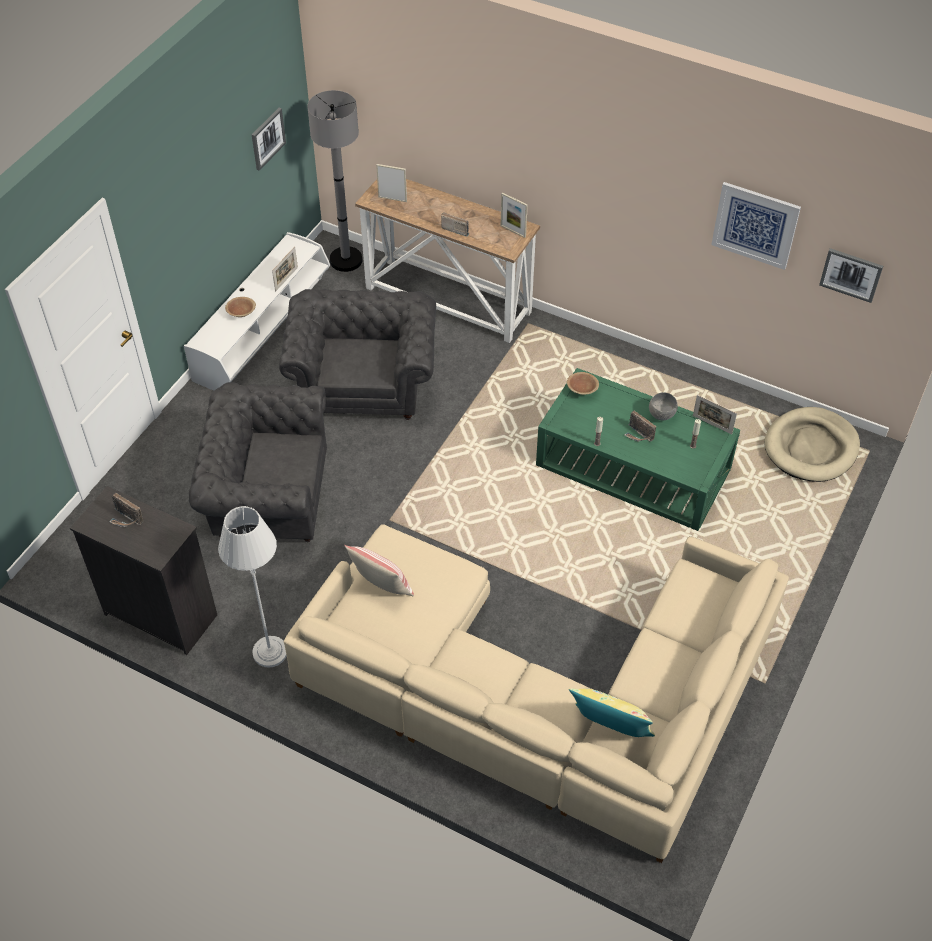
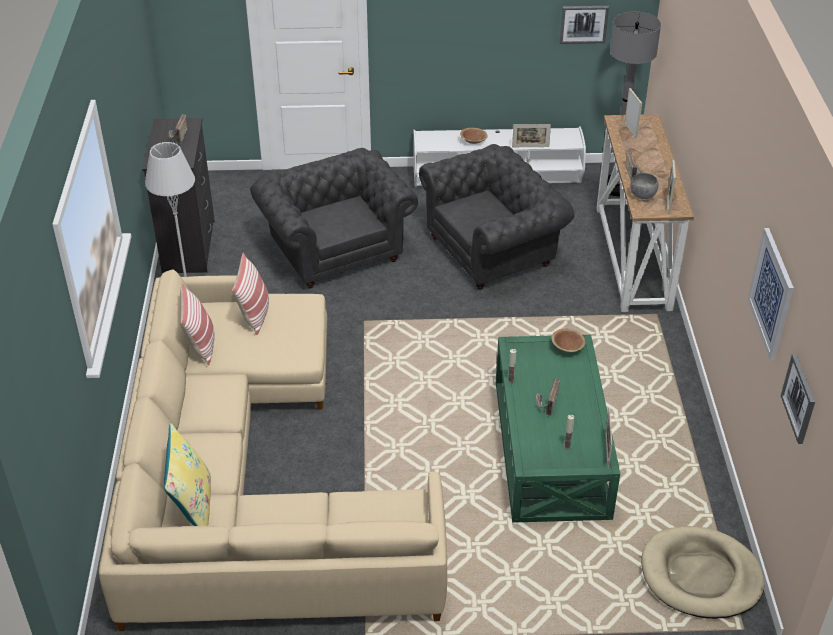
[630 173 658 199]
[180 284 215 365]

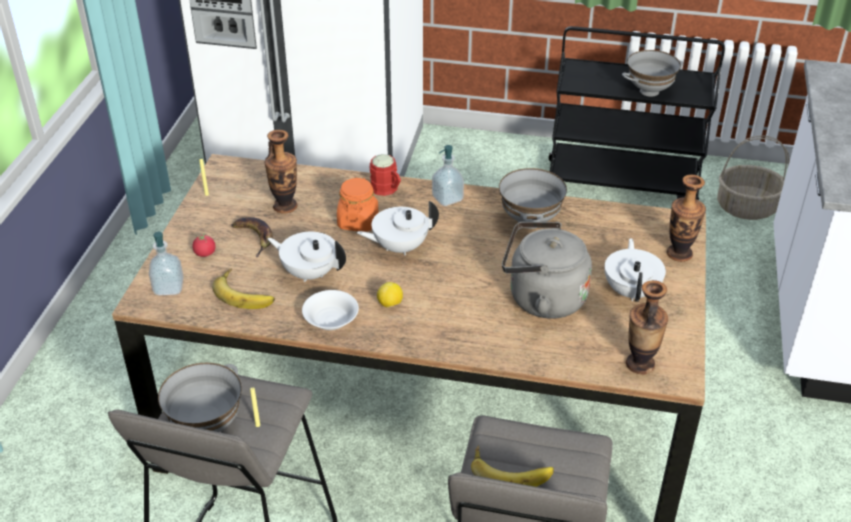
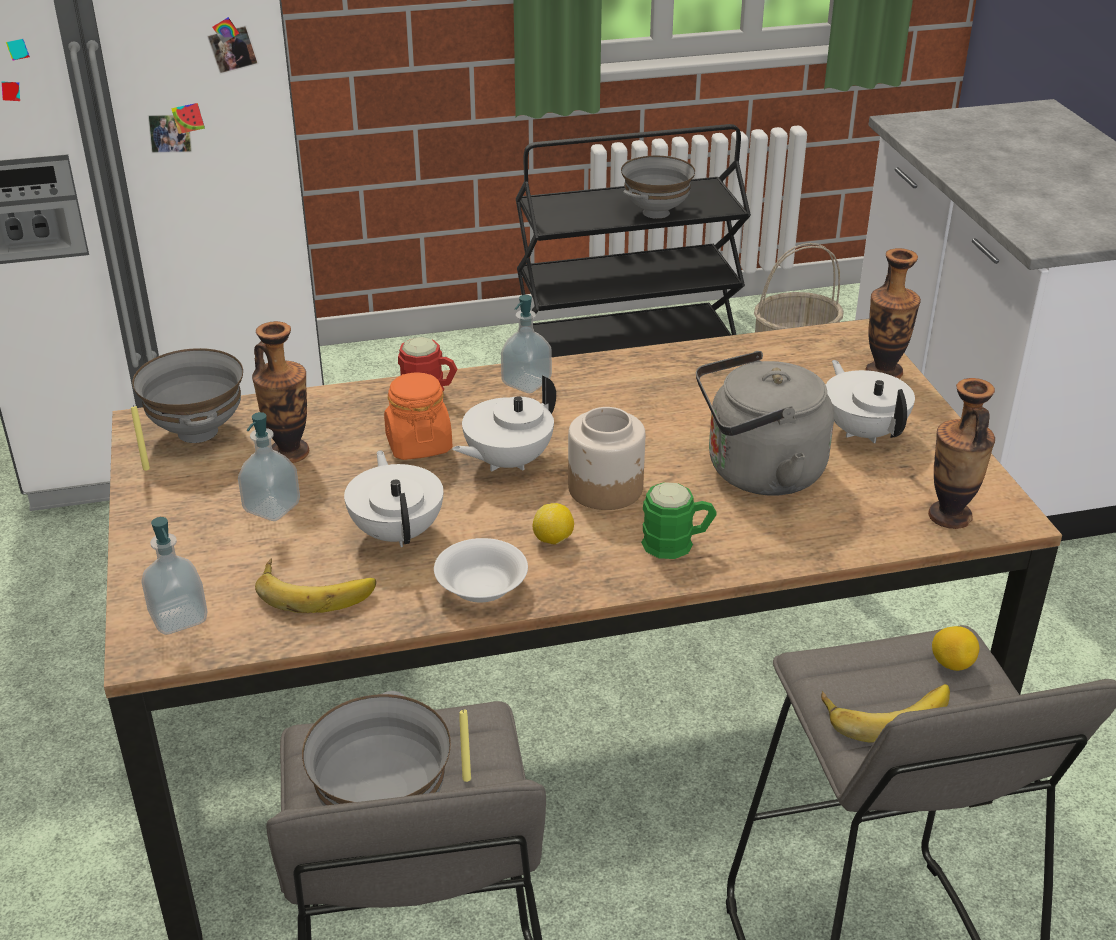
[132 348 243 443]
[238 412 300 521]
[344 450 443 547]
[192 233 216 257] (first image)
[568 407 645 510]
[641 483 717 559]
[932 626 979 671]

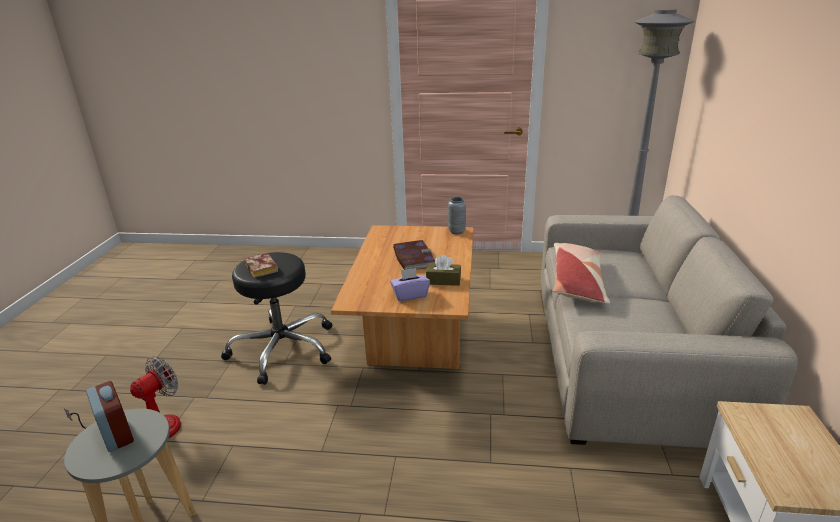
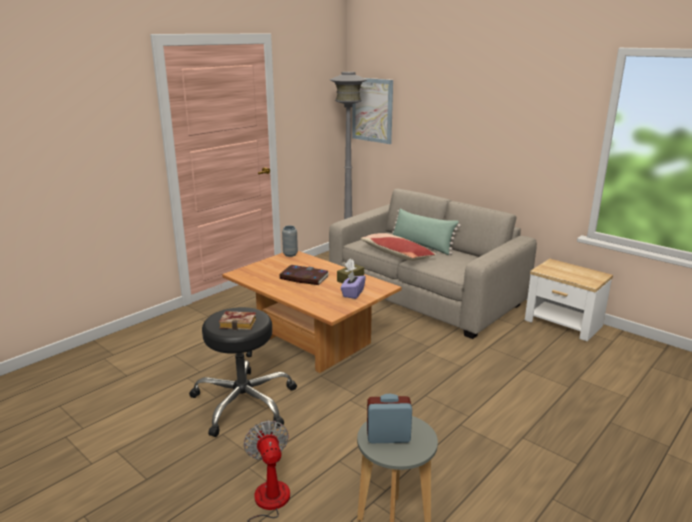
[352 78 393 144]
[392 208 461 255]

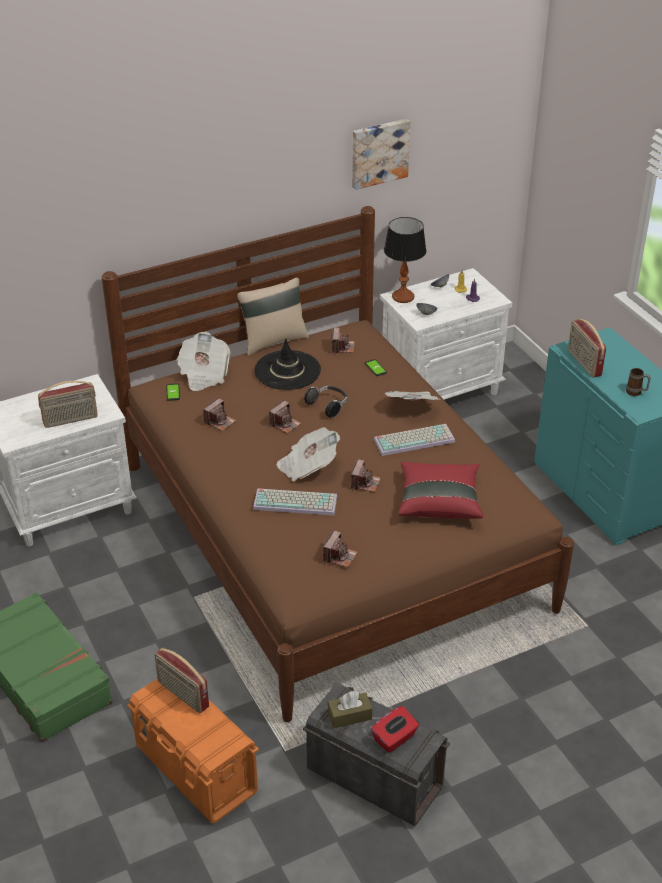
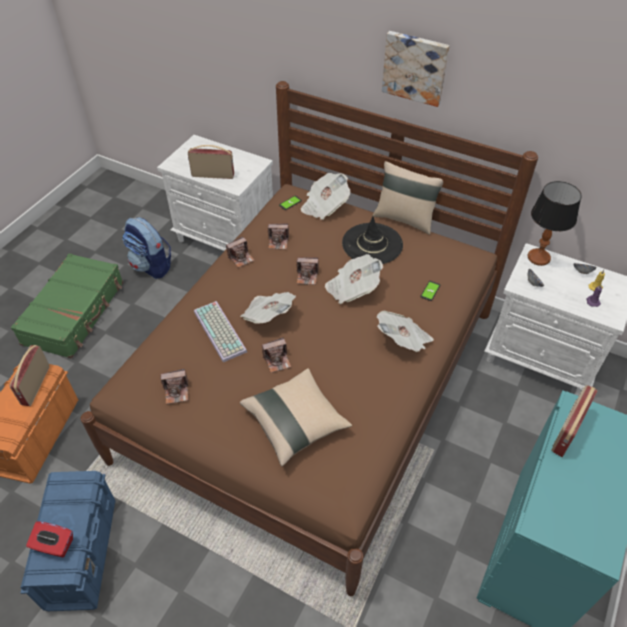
[382 31 450 107]
[226 237 255 268]
[626 368 651 396] (first image)
[188 145 234 179]
[325 254 383 304]
[374 424 455 456] (first image)
[240 368 352 466]
[21 471 115 611]
[328 691 373 728] (first image)
[122 217 171 279]

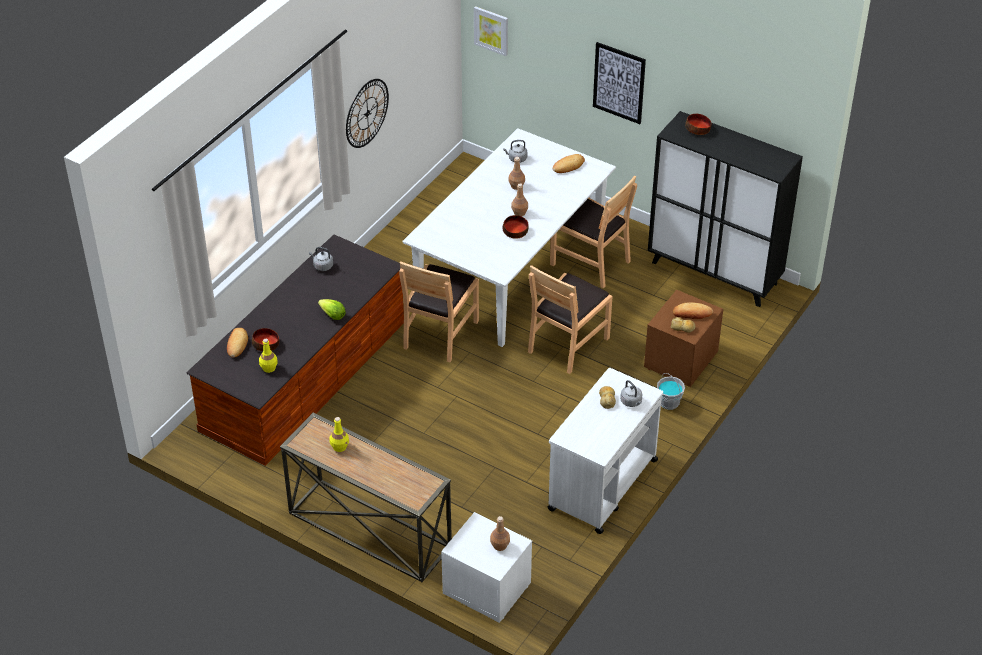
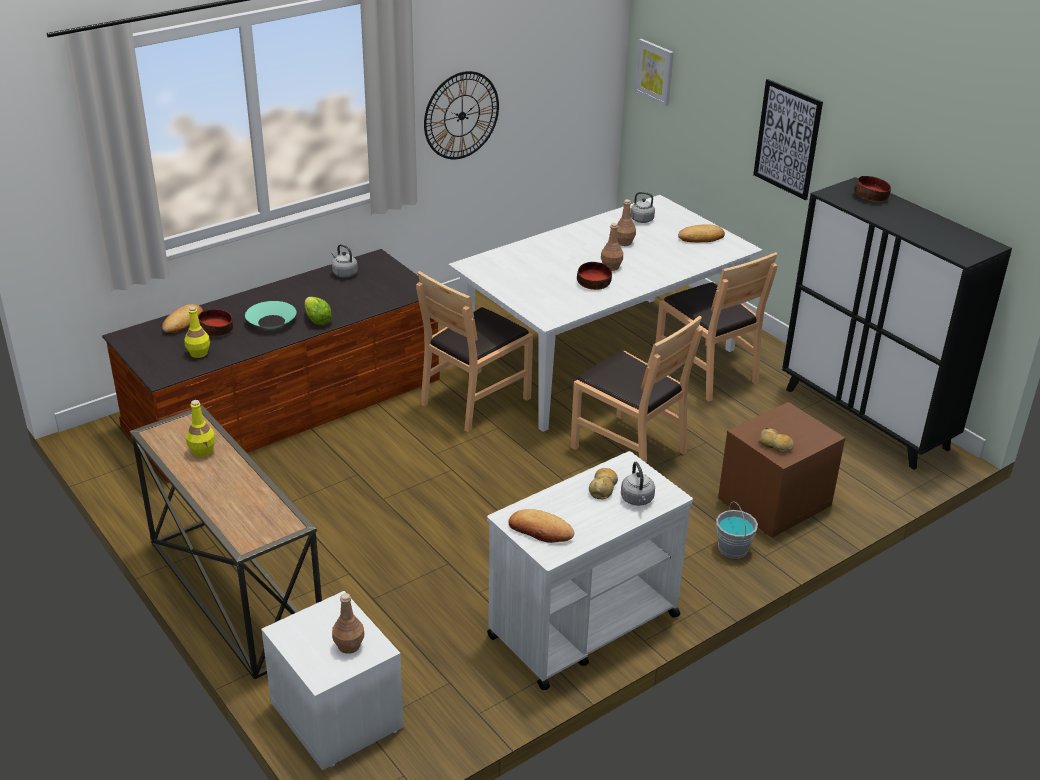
[570 316 703 463]
[508 509 574 543]
[245 301 297 329]

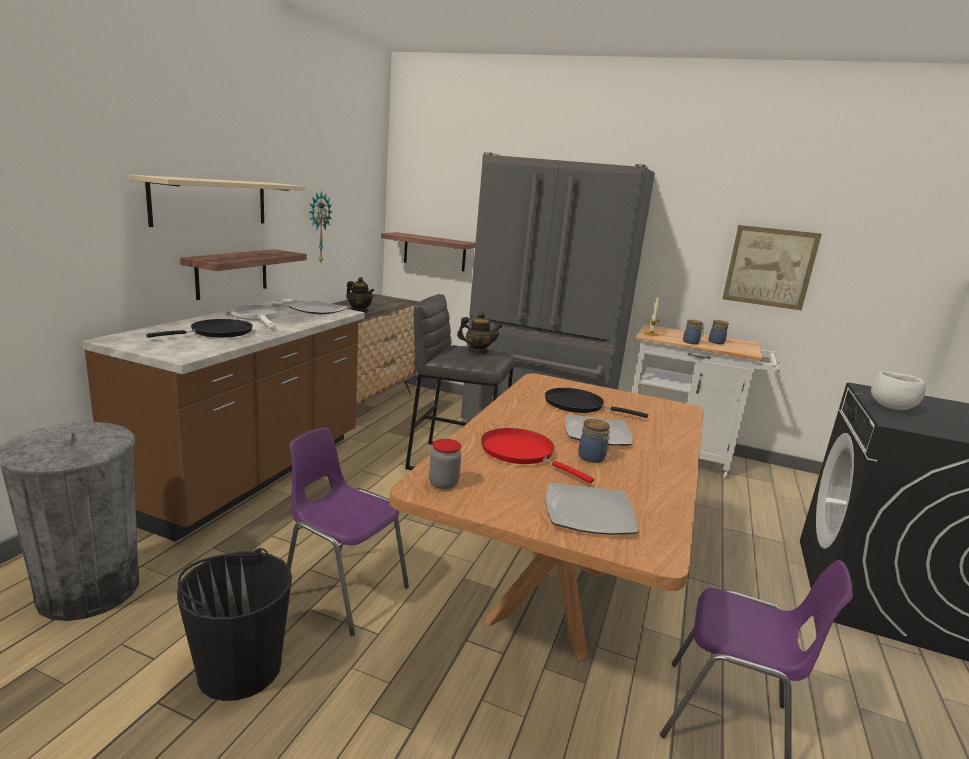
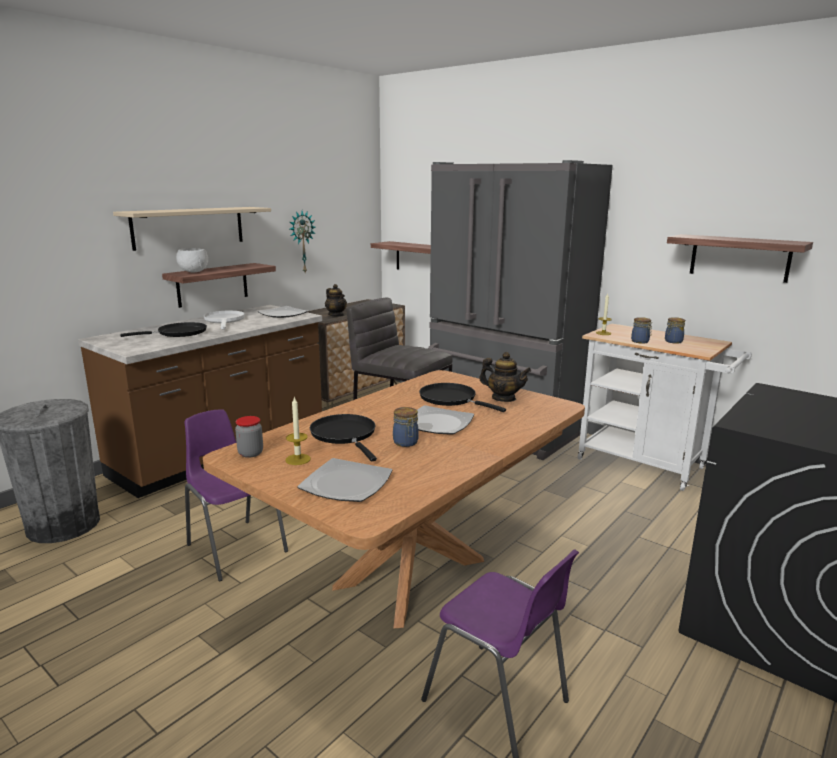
[667 234 813 283]
[479 352 531 402]
[176 248 208 272]
[310 414 377 461]
[177 548 292 701] (first image)
[285 396 311 465]

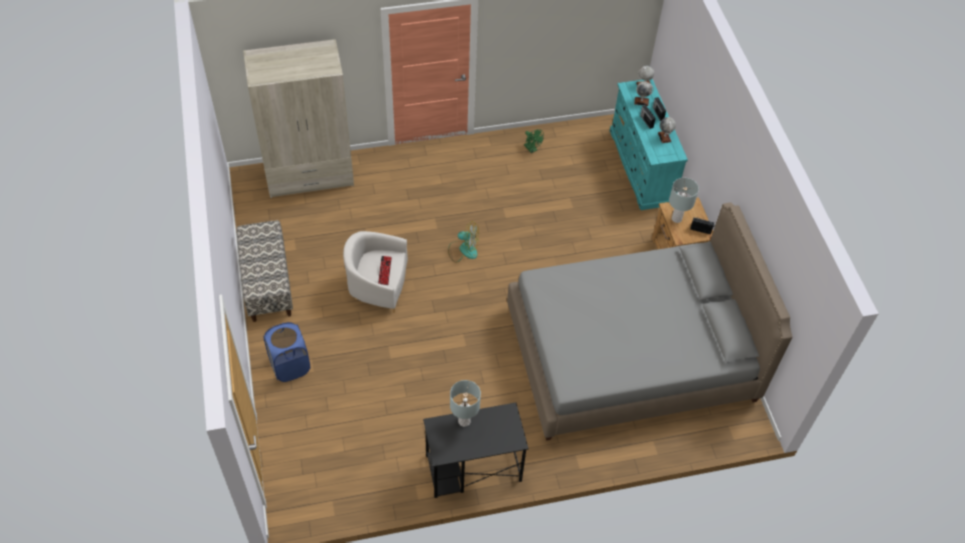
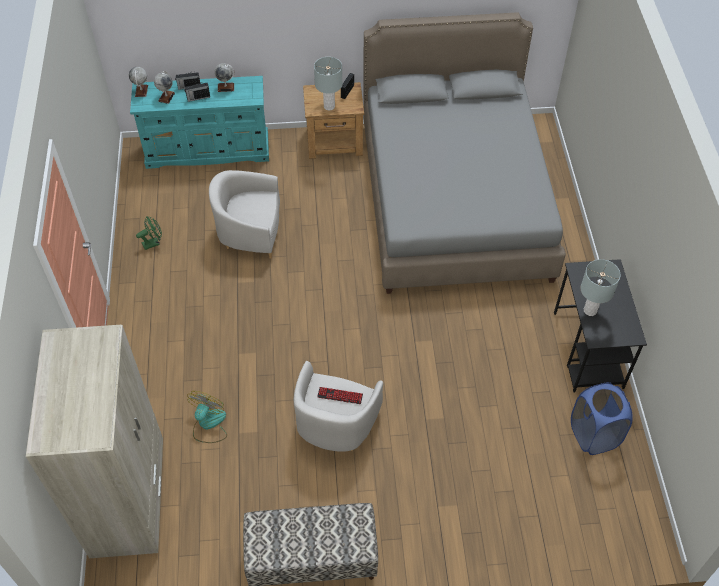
[187 391 227 443]
[571 382 633 455]
[209 170 280 259]

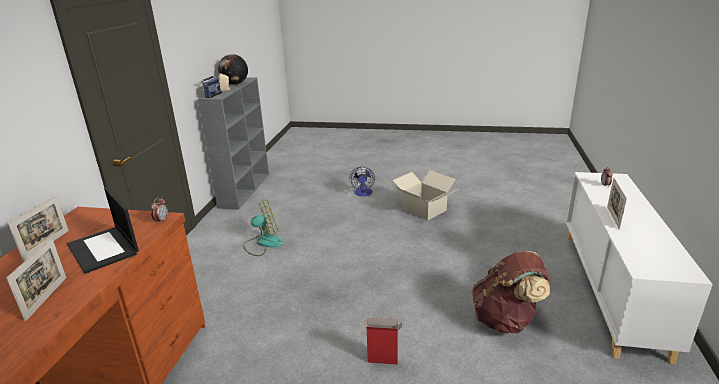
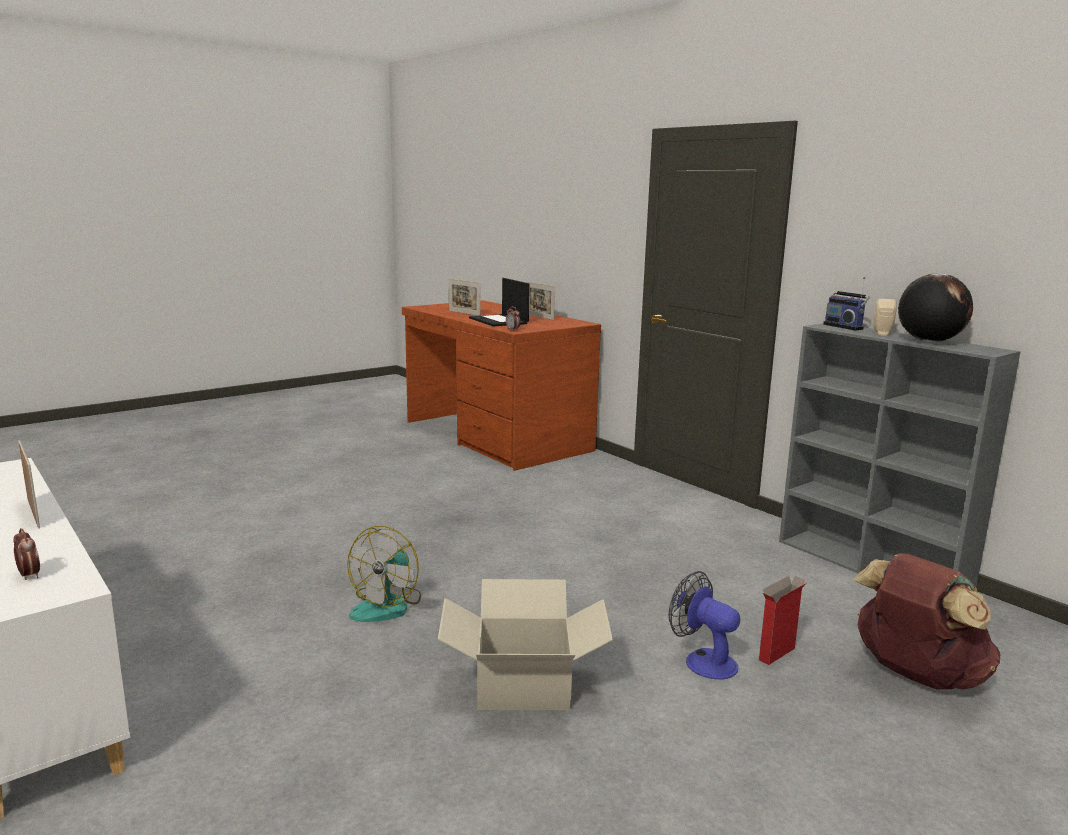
[469 278 530 327]
[347 526 421 622]
[853 554 1000 689]
[759 576 806 665]

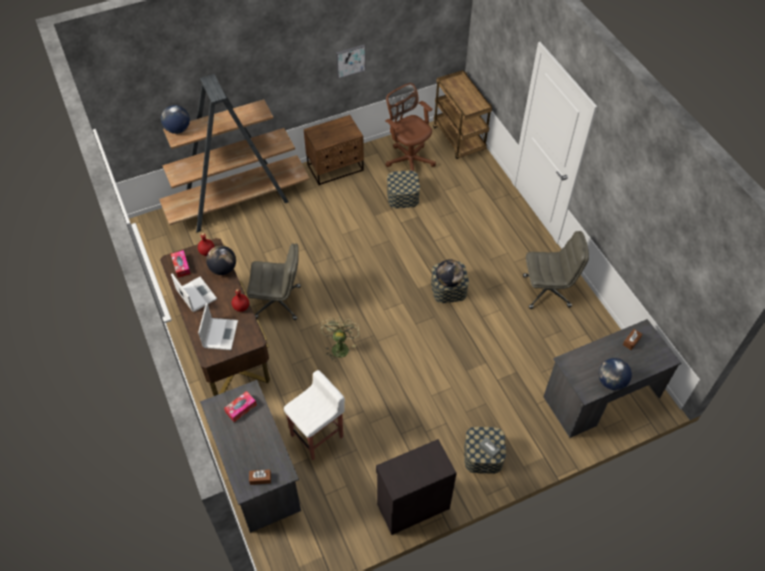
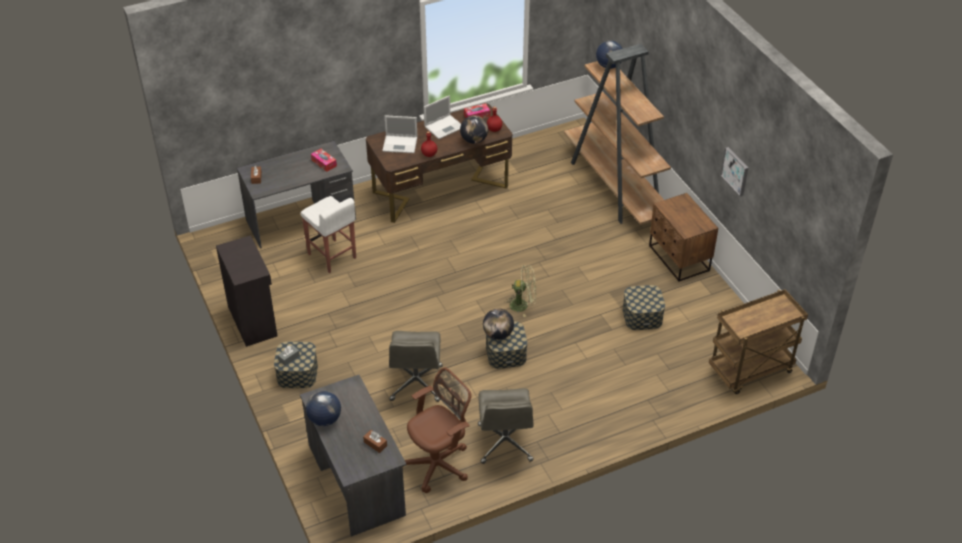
[405 367 472 493]
[389 331 442 402]
[504 265 536 317]

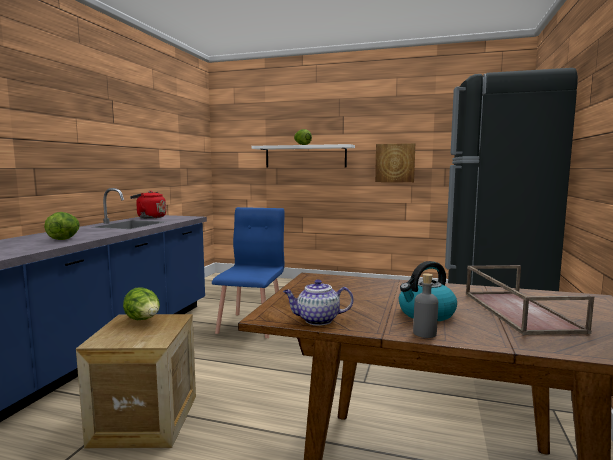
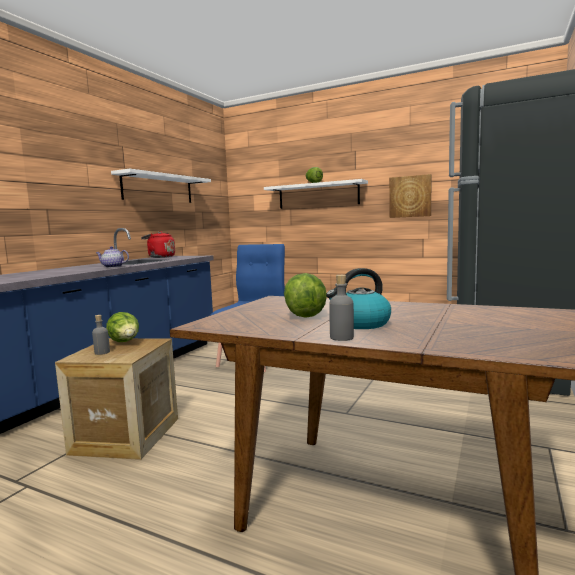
[284 273 327 318]
[466 265 594 335] (first image)
[96 246 129 268]
[111 169 211 203]
[92 315 110 355]

